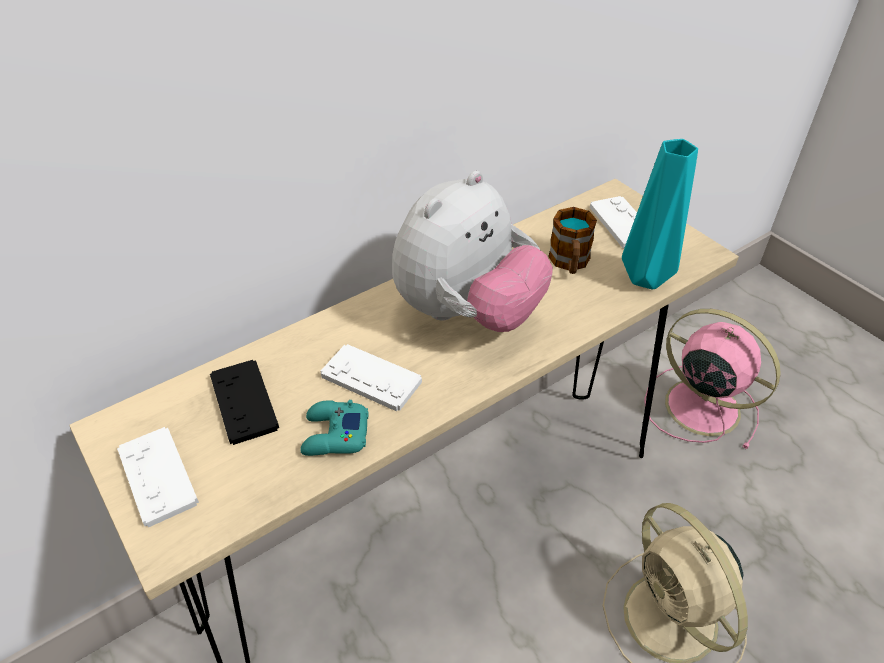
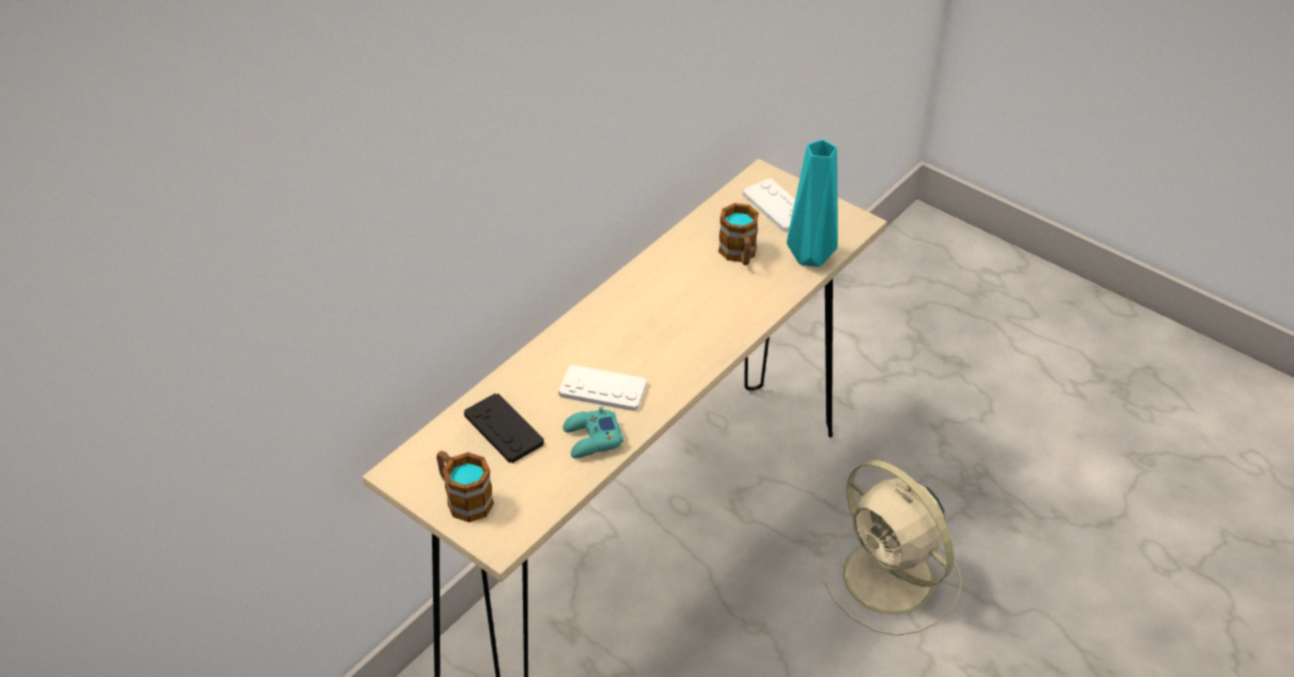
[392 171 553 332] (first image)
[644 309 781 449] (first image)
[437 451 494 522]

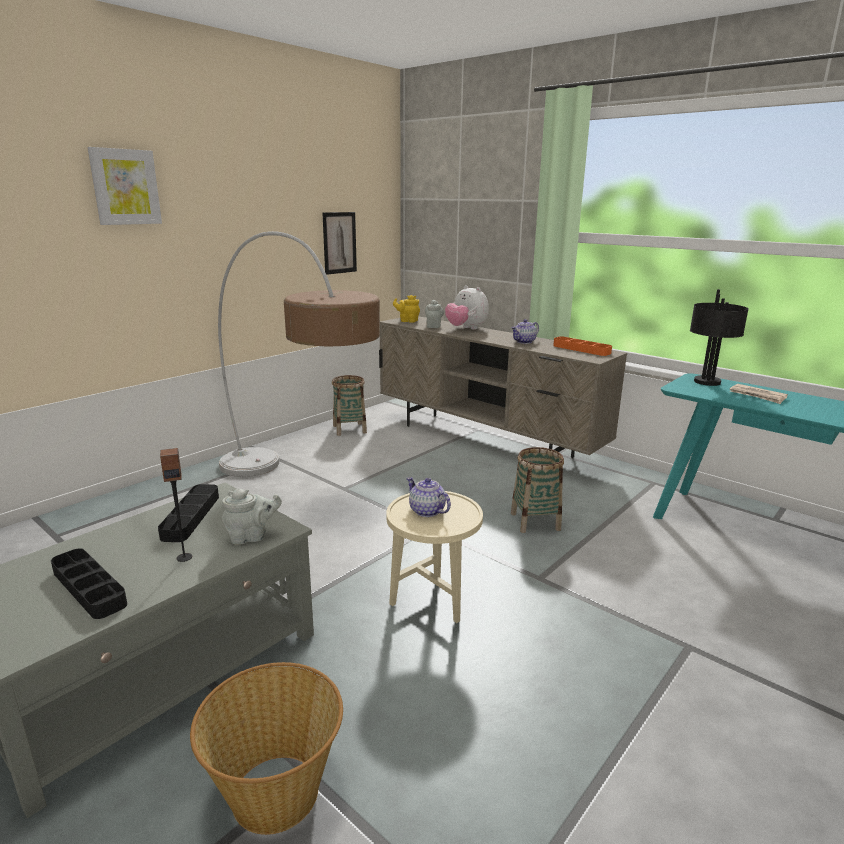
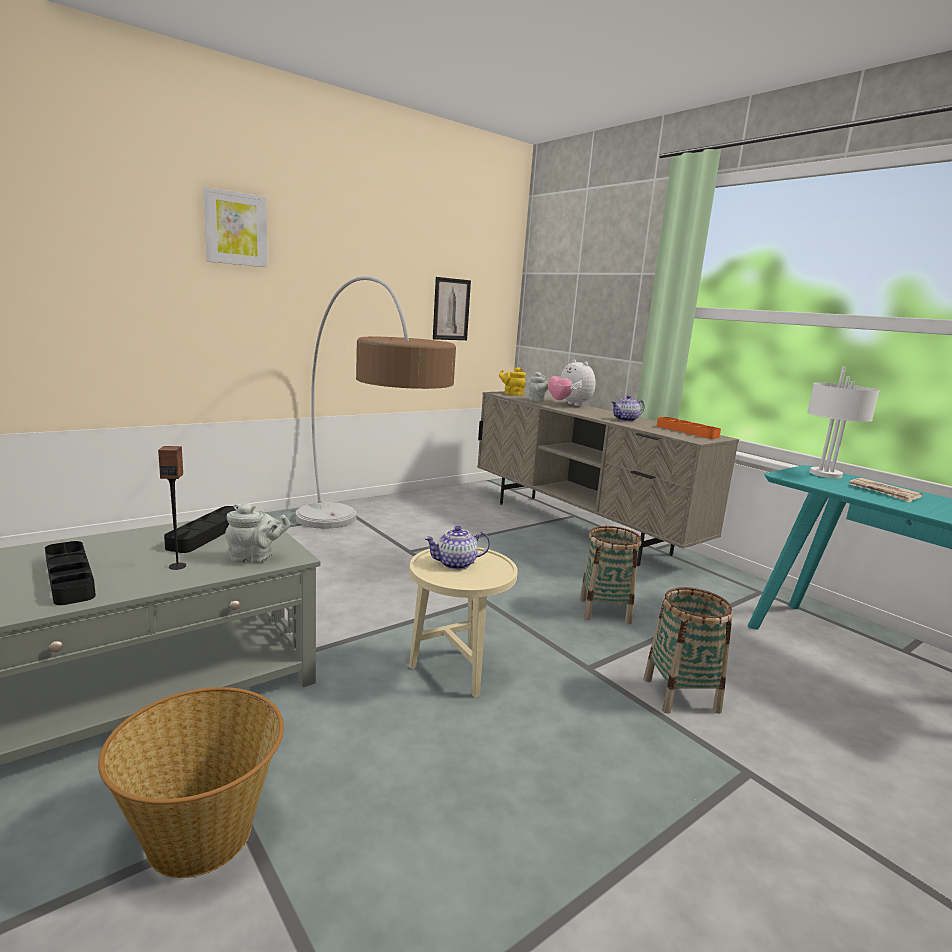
[807 366 880 479]
[644 587 733 714]
[424 526 490 570]

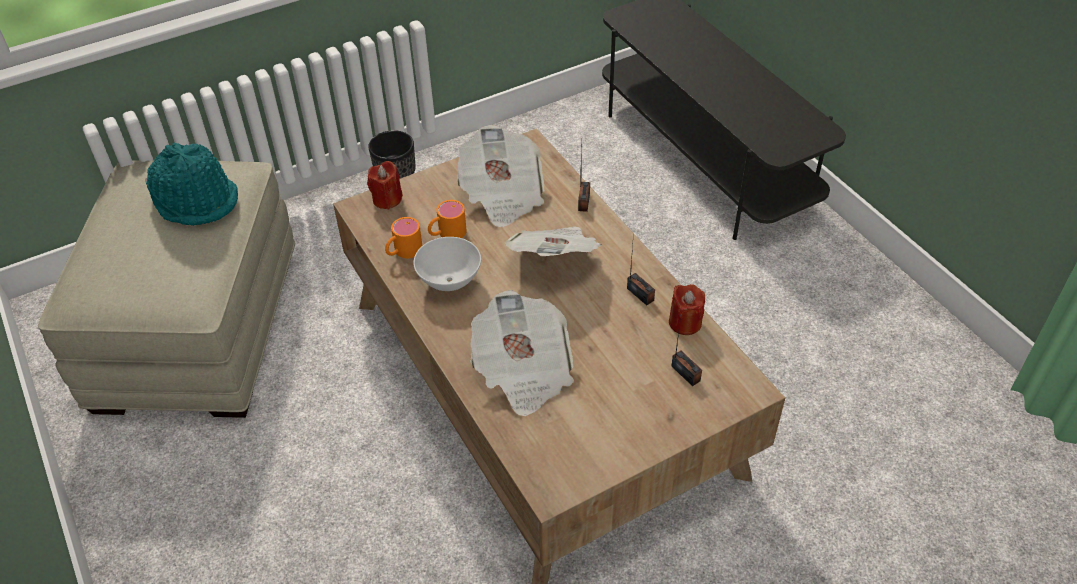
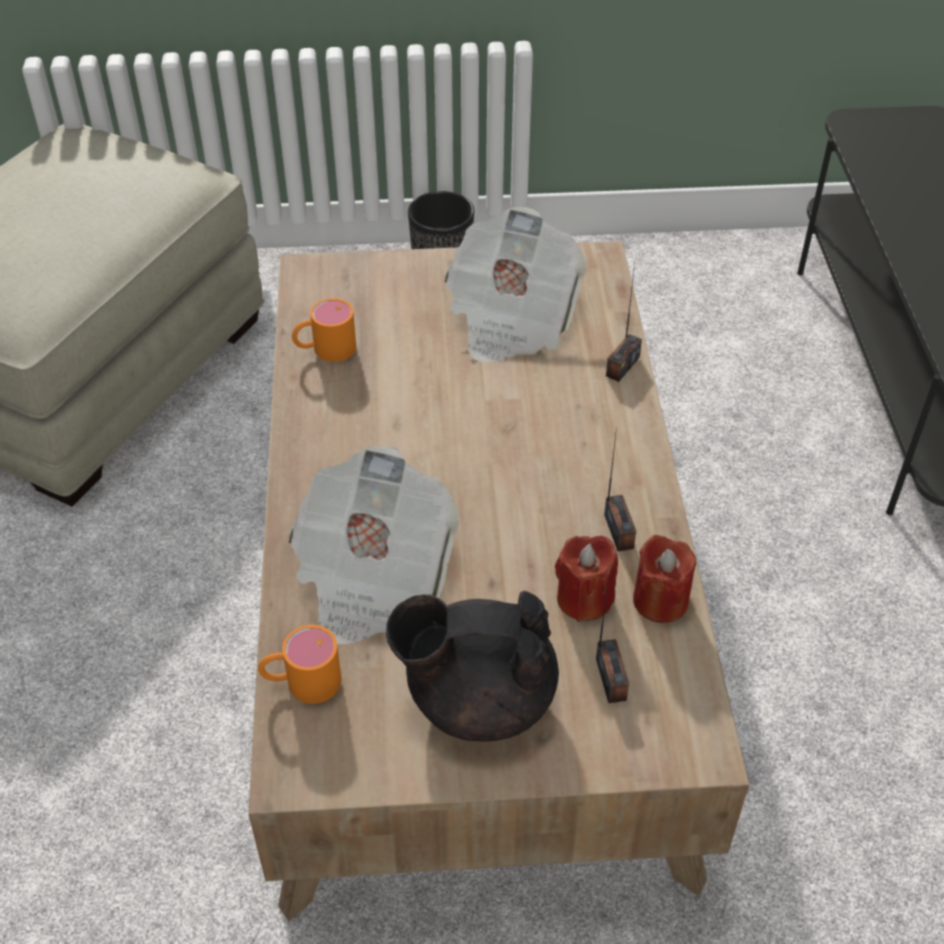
[146 143 238 226] (first image)
[555 536 618 622]
[258 625 342 704]
[505 226 602 256] (first image)
[413 237 481 291] (first image)
[386 591 559 742]

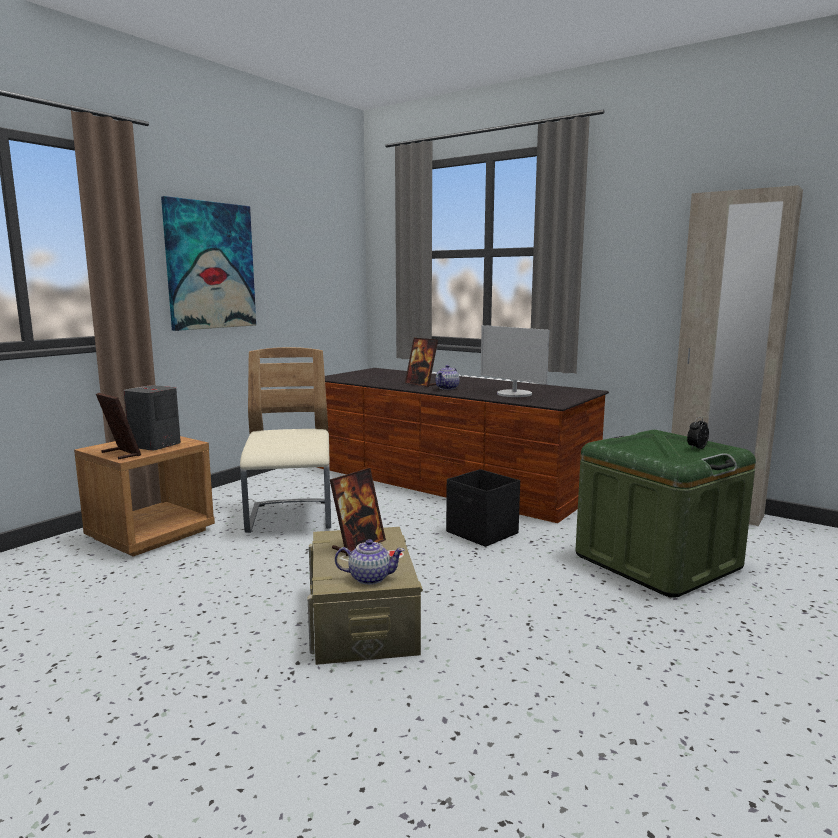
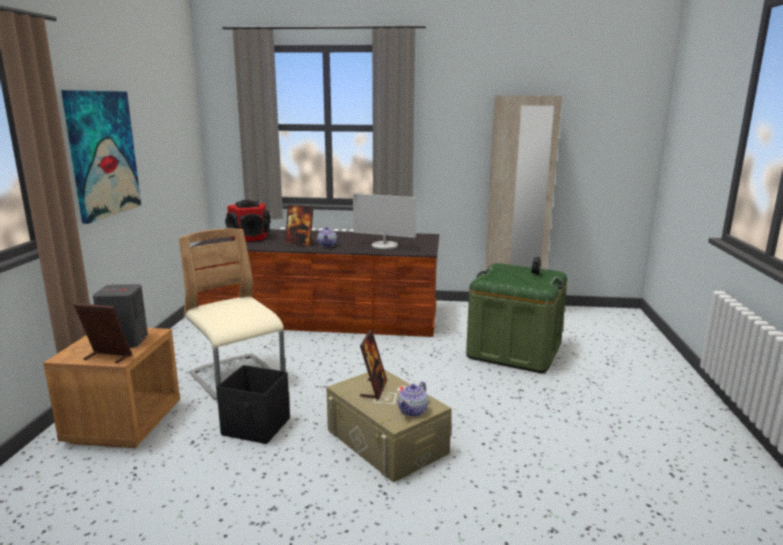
[216 365 290 444]
[398 382 428 417]
[225 200 271 242]

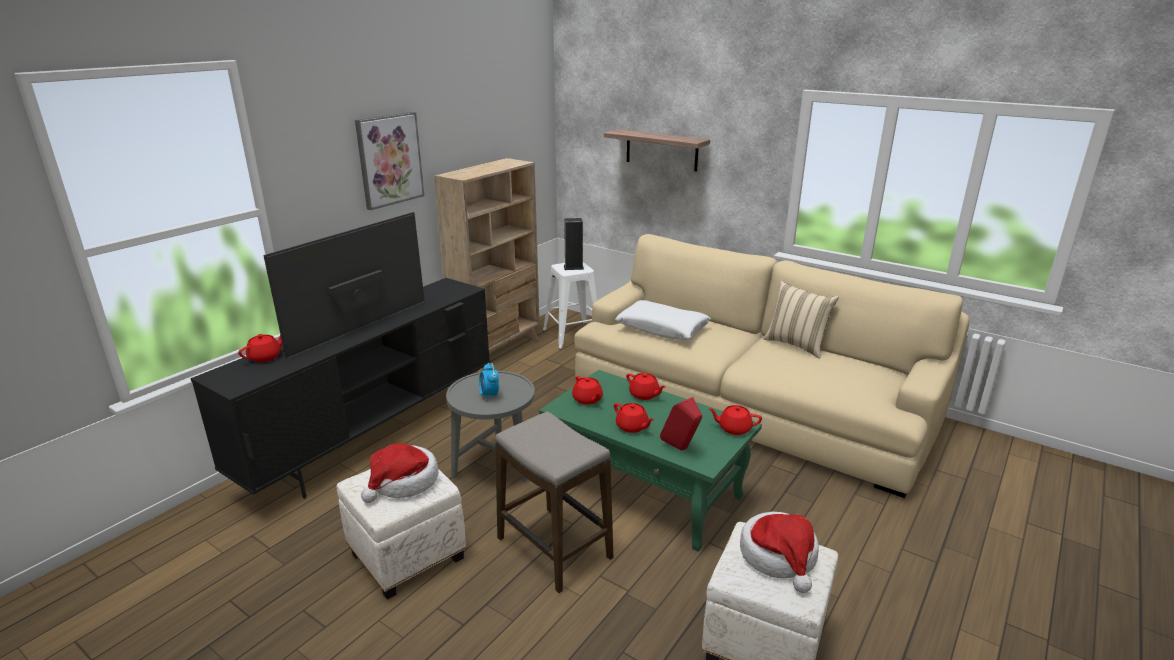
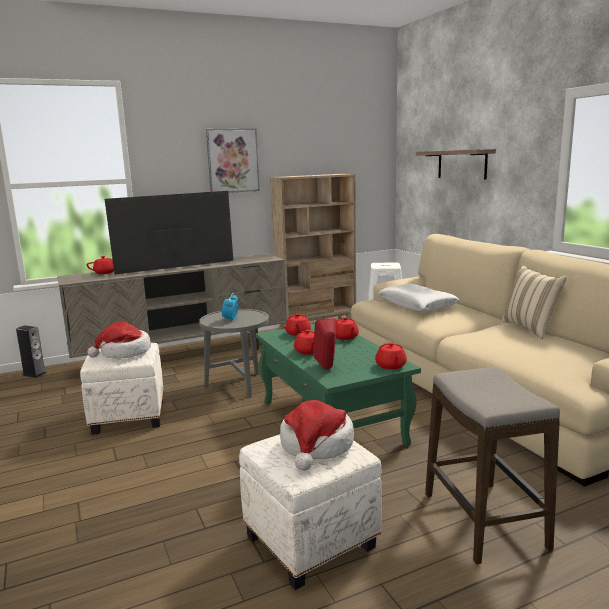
[16 325 46 378]
[57 254 287 358]
[375 342 407 369]
[425 367 560 564]

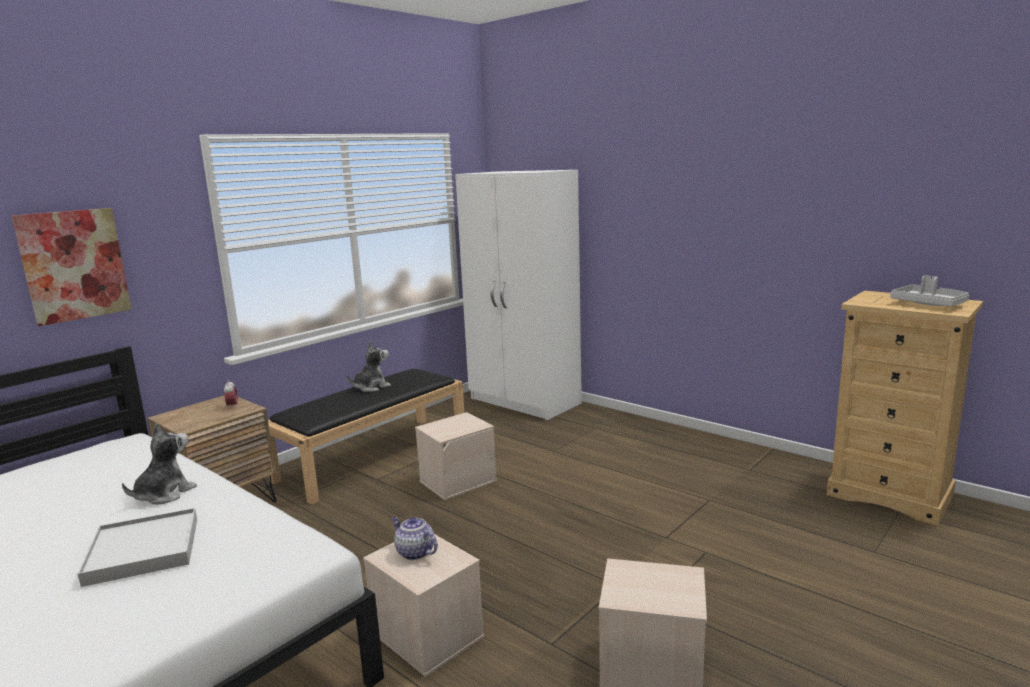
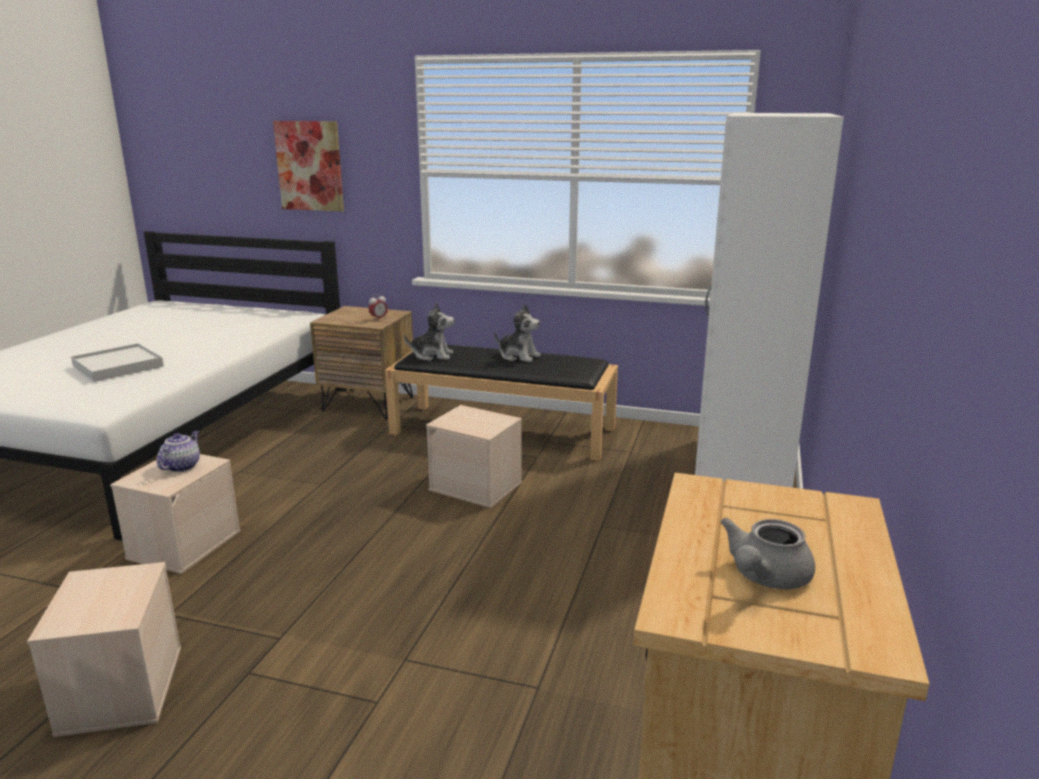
[720 517 815 589]
[404 302 454 361]

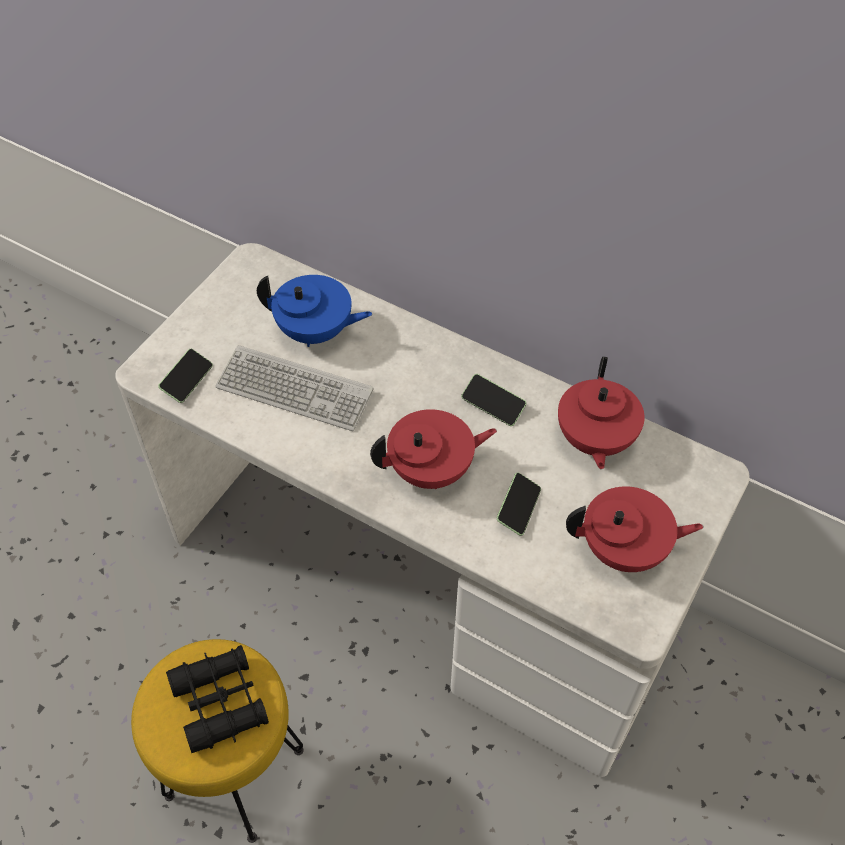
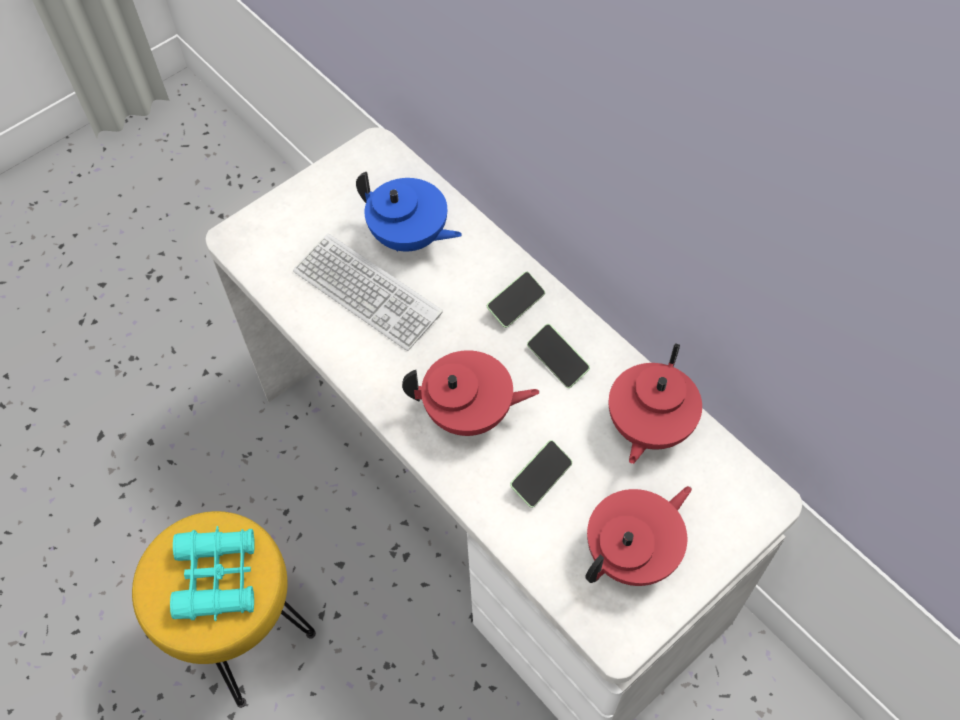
[487 272 545 328]
[585 486 692 586]
[170 526 255 622]

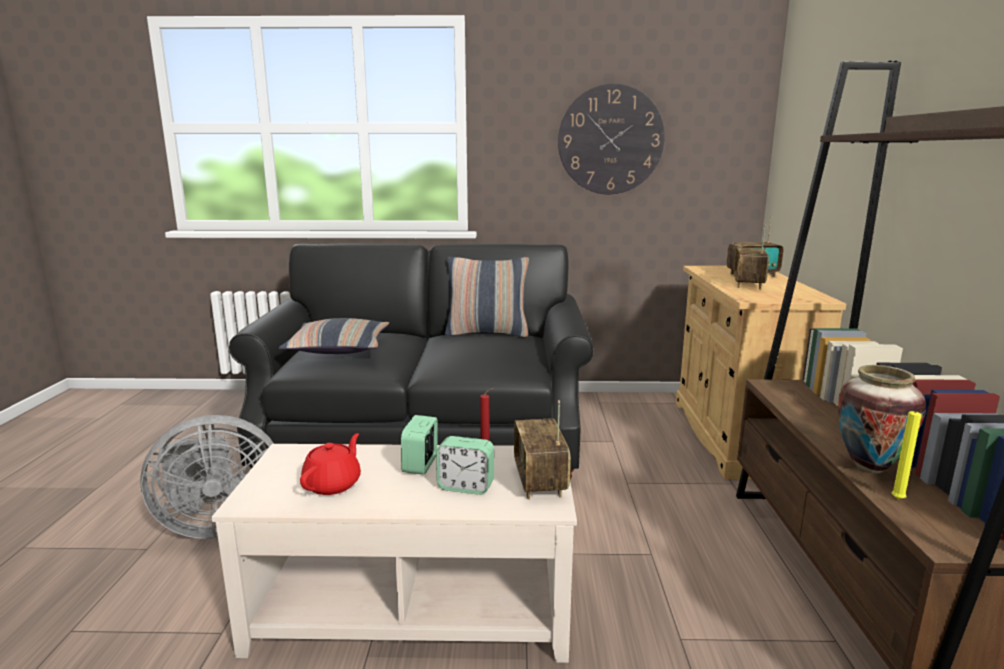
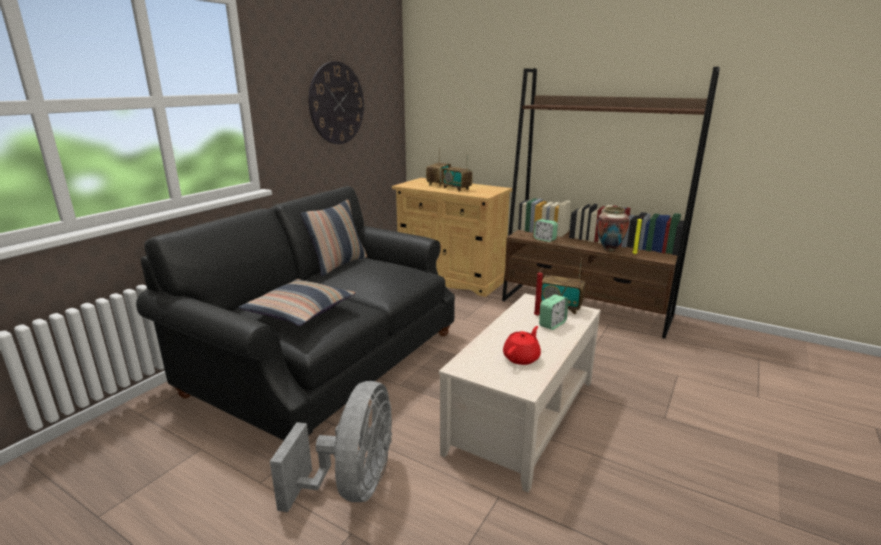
[534 219 558 242]
[503 326 541 365]

